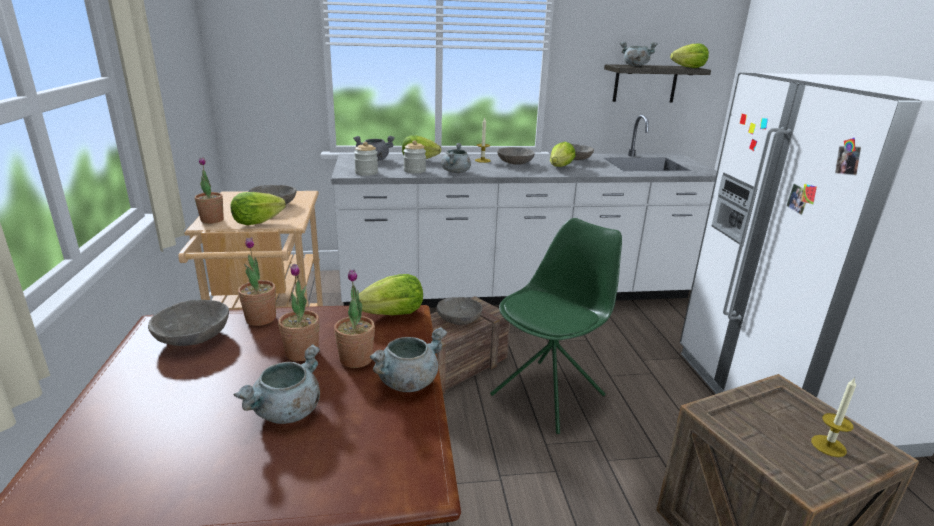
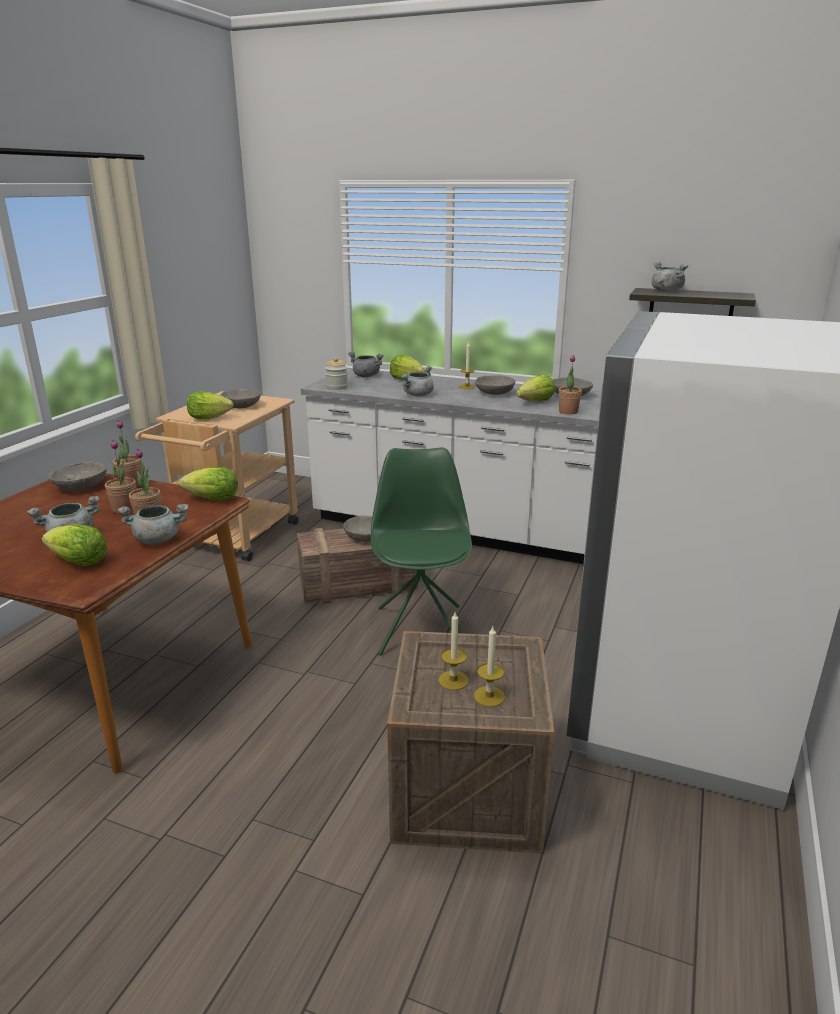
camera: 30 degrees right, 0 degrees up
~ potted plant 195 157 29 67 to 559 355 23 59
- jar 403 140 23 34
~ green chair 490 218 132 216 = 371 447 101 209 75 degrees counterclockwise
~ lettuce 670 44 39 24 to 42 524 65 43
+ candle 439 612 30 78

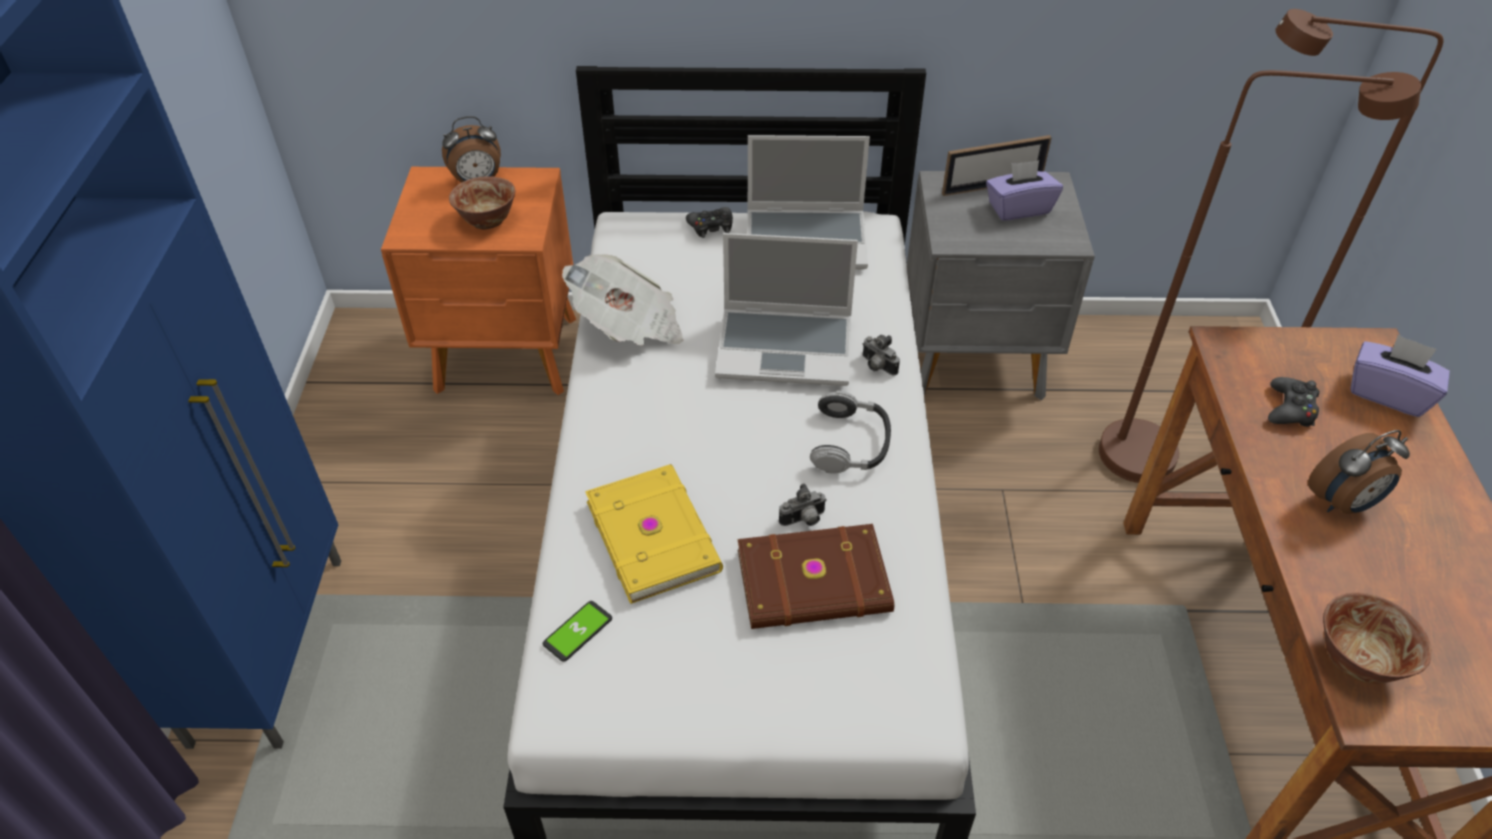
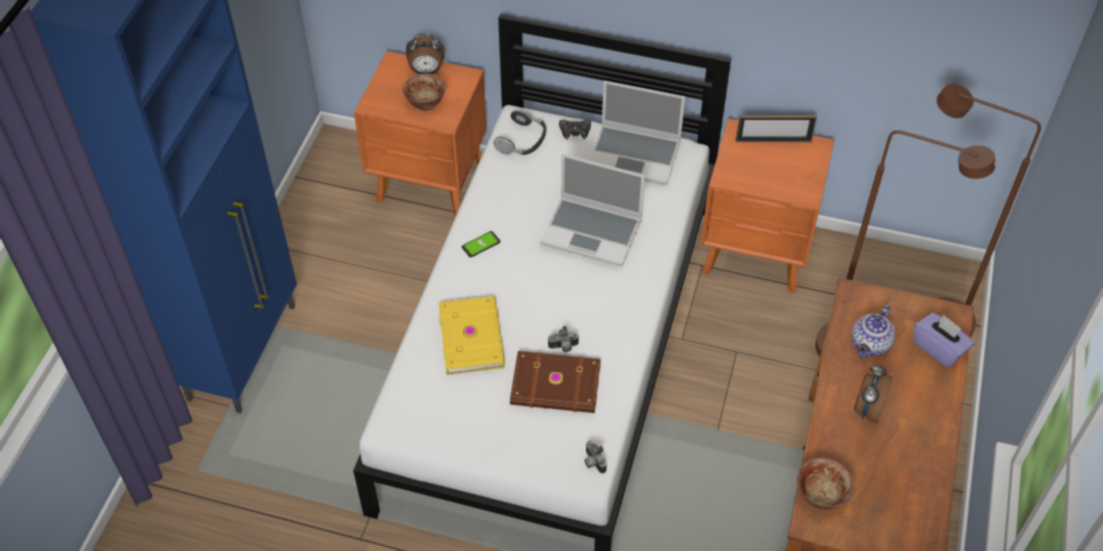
camera: 15 degrees right, 5 degrees up
~ phone 543 601 69 61 to 462 231 39 26
- newspaper 562 254 121 92
~ headphones 810 390 81 84 to 493 109 53 46
~ photo camera 863 335 37 41 to 584 441 23 33
~ grey nightstand 907 171 188 229 to orange nightstand 701 119 133 174
- purple tissue box 986 160 77 61
~ black game controller 1268 377 52 50 to teapot 852 305 43 53
~ alarm clock 1308 430 102 84 = 854 363 39 61 120 degrees clockwise

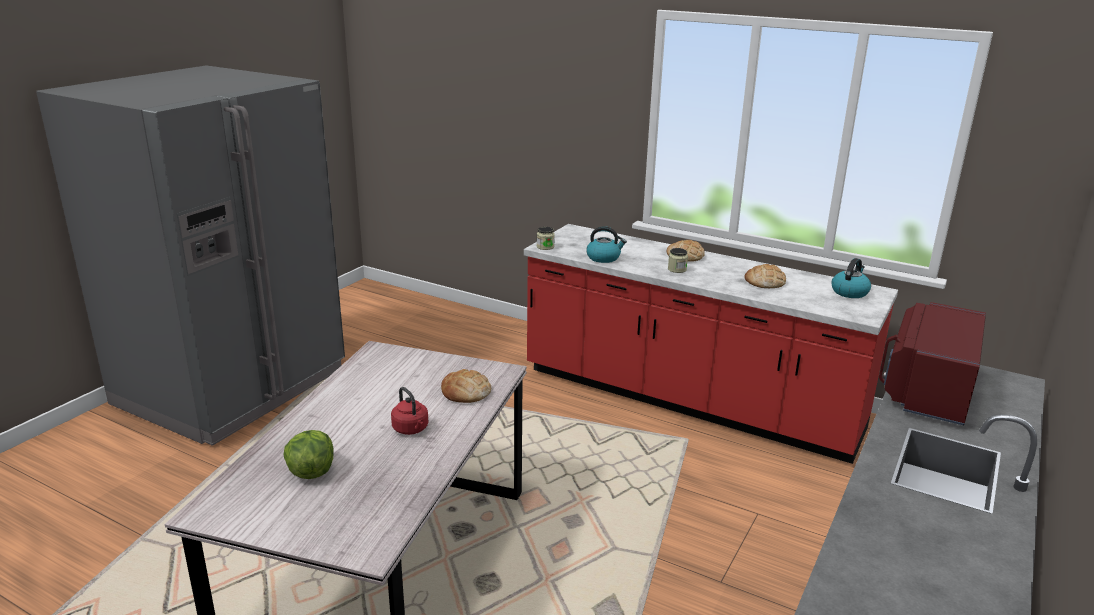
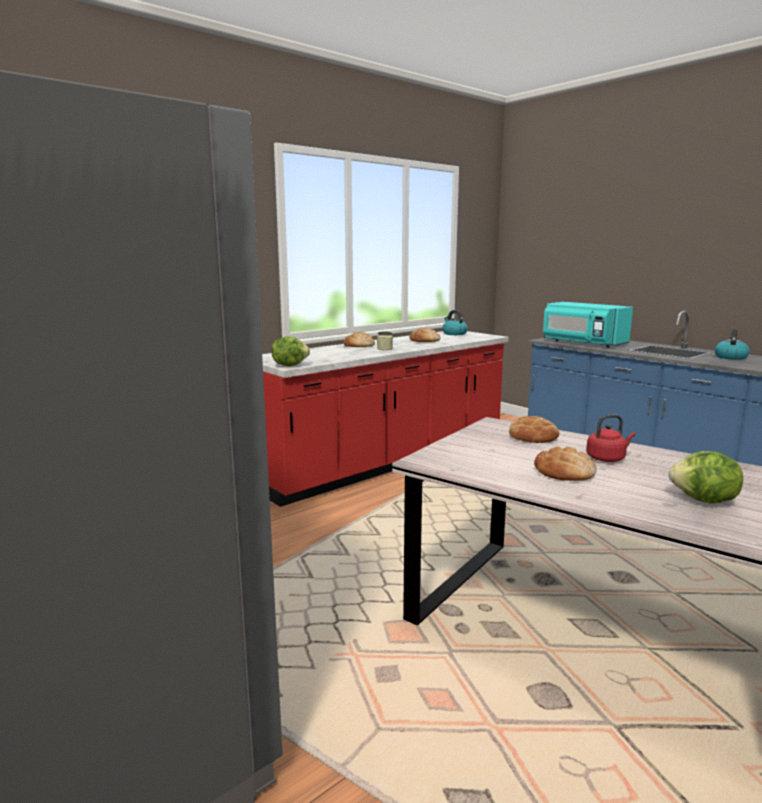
camera: 70 degrees left, 10 degrees down
~ jar 537 227 18 23 to lettuce 272 337 38 29
~ kettle 586 226 41 37 to 714 329 36 31
~ red microwave 879 302 107 123 to turquoise microwave 543 302 90 46
+ bread 534 446 63 35

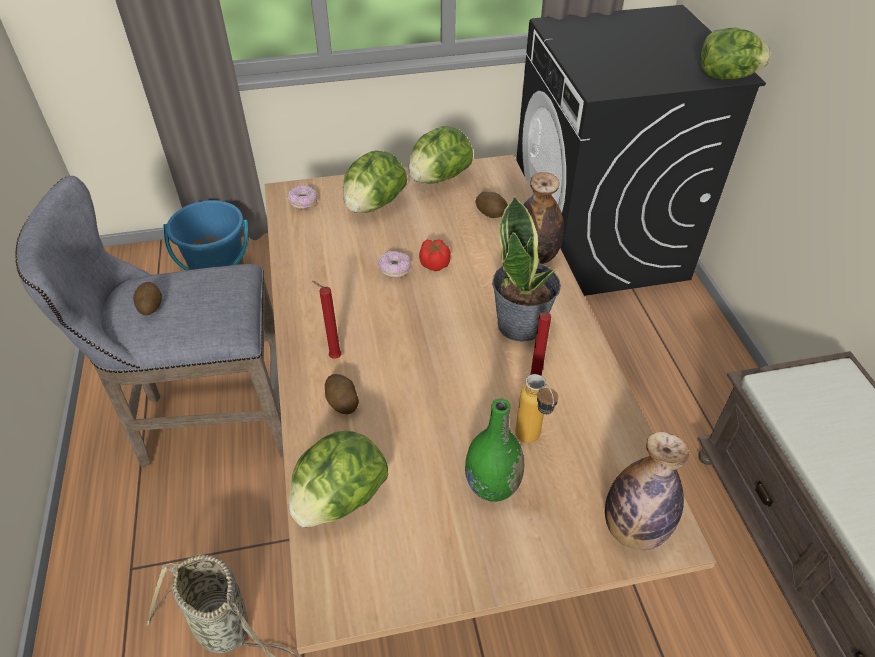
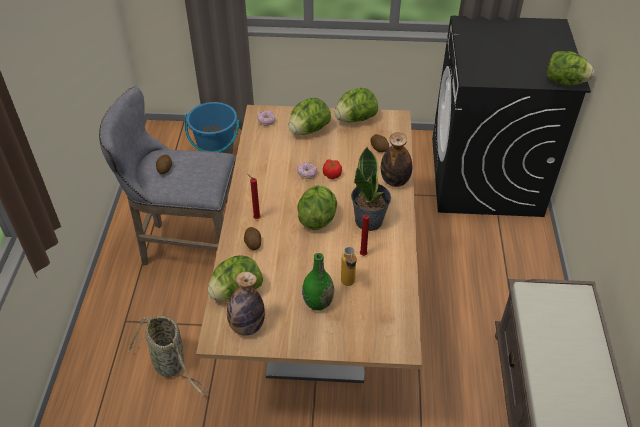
camera: 15 degrees right, 0 degrees up
~ bottle 605 432 84 118 to 227 272 38 64
+ lettuce 298 185 39 45

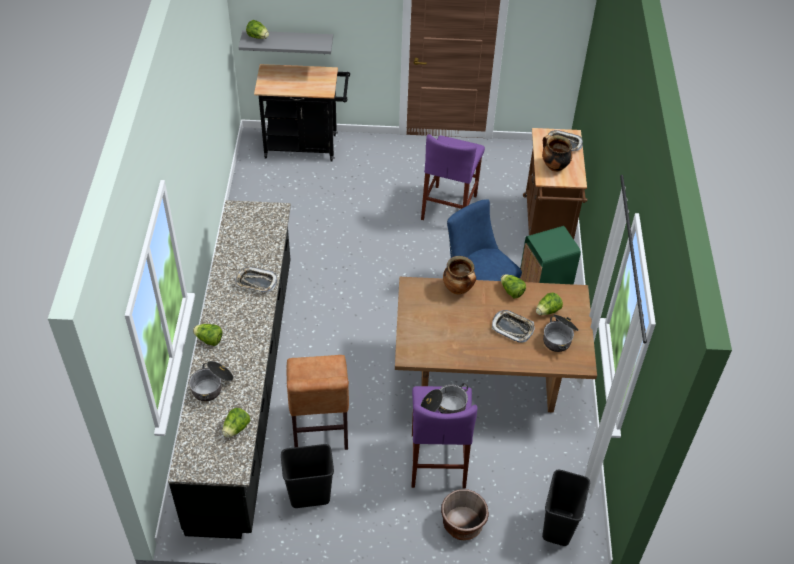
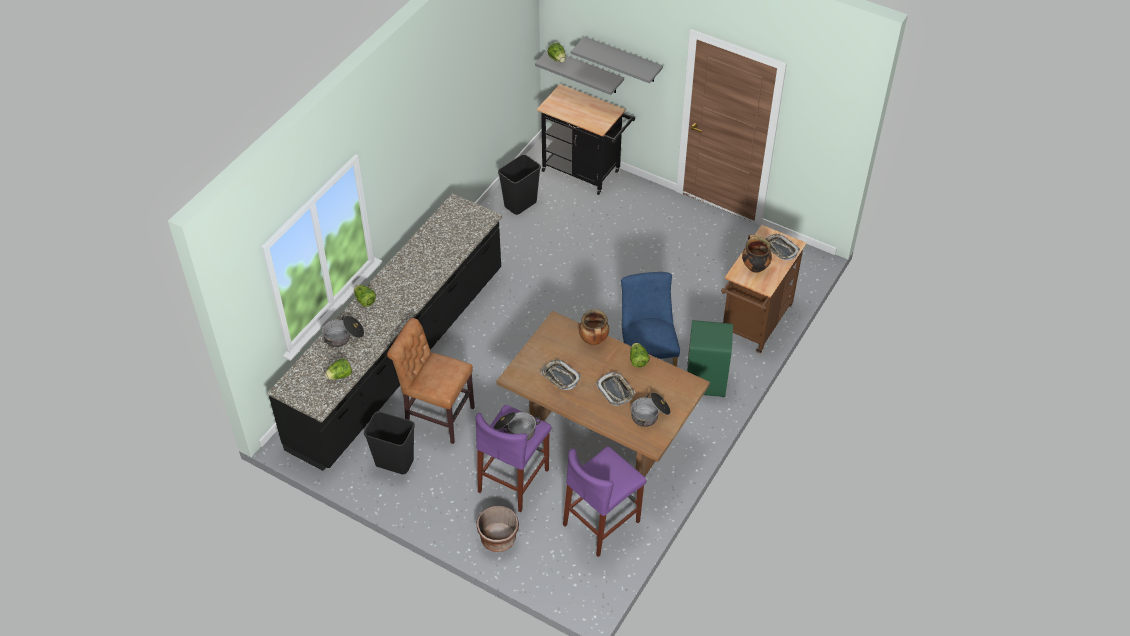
camera: 30 degrees right, 0 degrees up
~ tray 235 267 42 25 to 541 360 40 30
~ brown chair 286 355 63 95 = 387 318 88 126 90 degrees clockwise
~ purple stool 421 134 64 86 to 563 446 84 111
- lettuce 536 292 27 23
~ black trash can 542 470 48 76 to 498 154 43 61
+ grey shelf 571 36 92 48

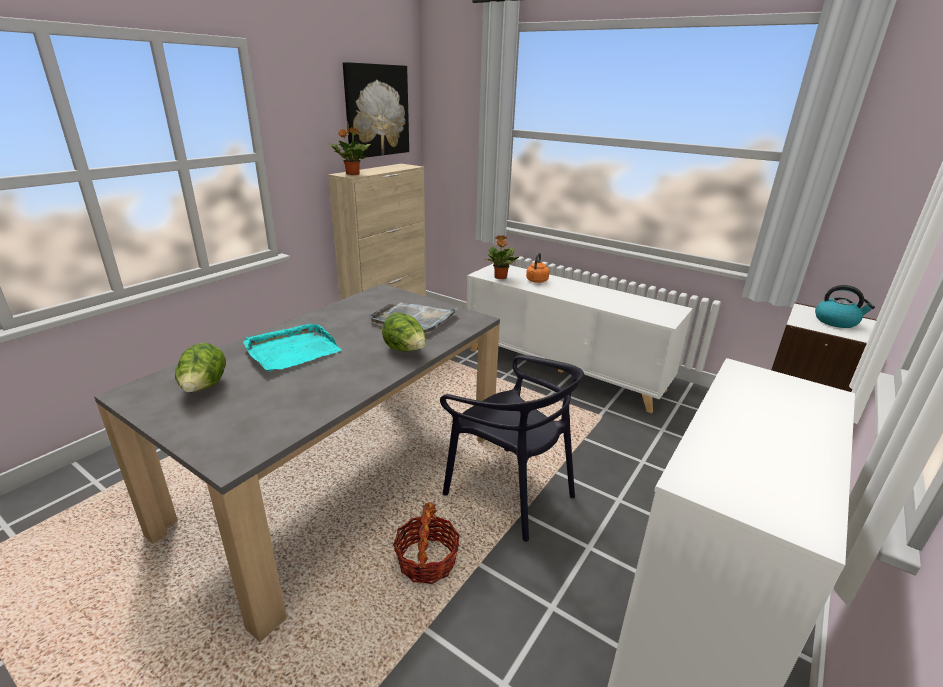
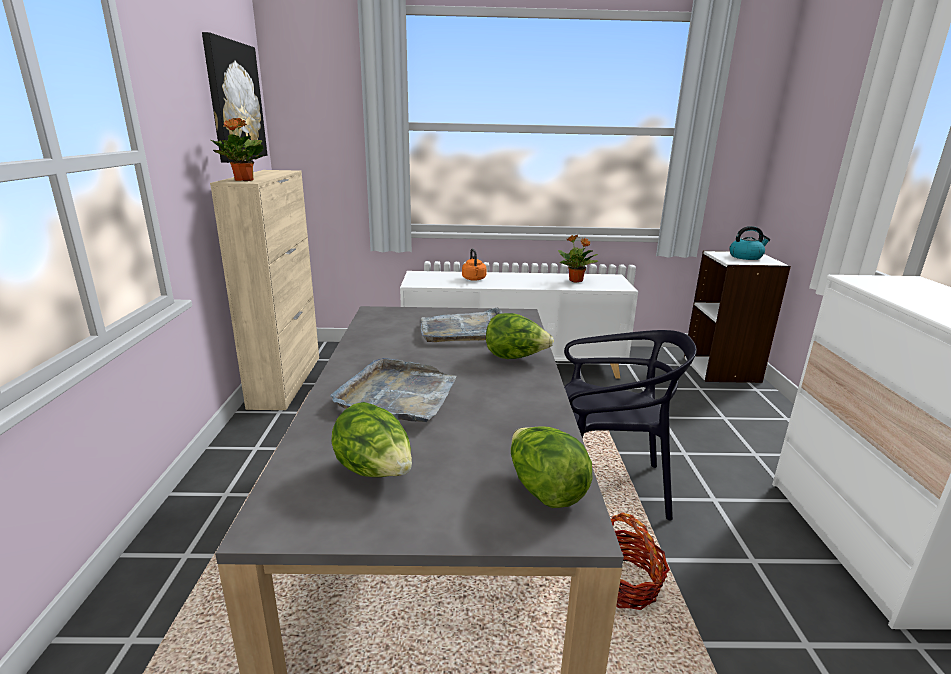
camera: 35 degrees left, 5 degrees down
~ turquoise tray 243 323 98 48 to grey tray 330 358 127 64
~ potted plant 485 235 35 44 to 558 235 40 48
+ lettuce 511 426 82 82

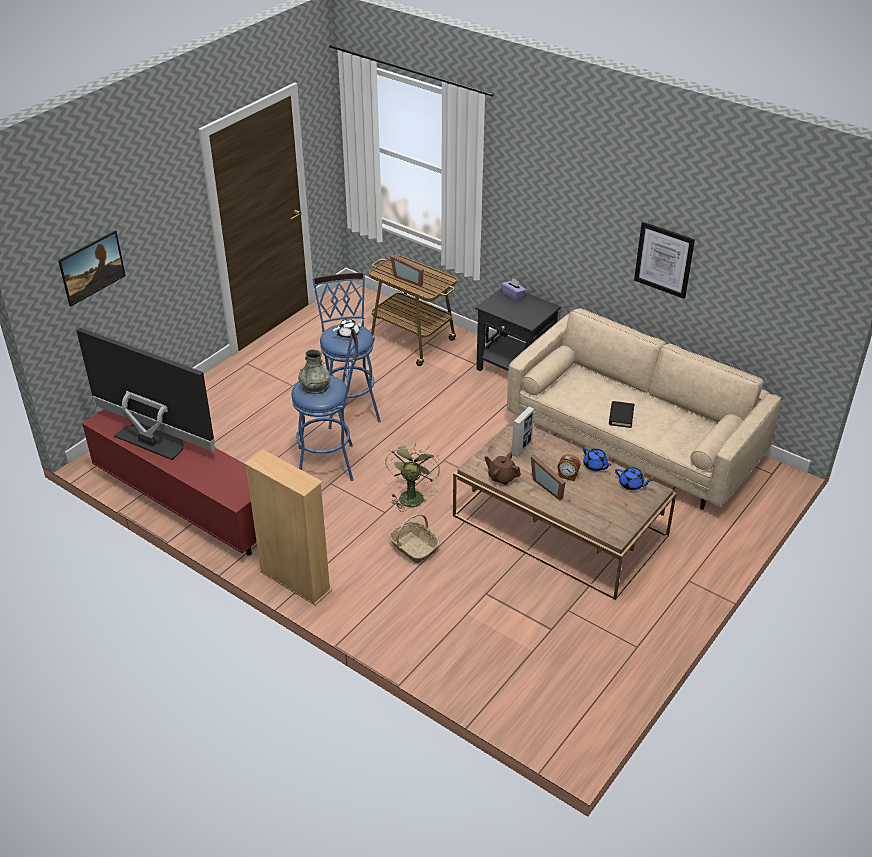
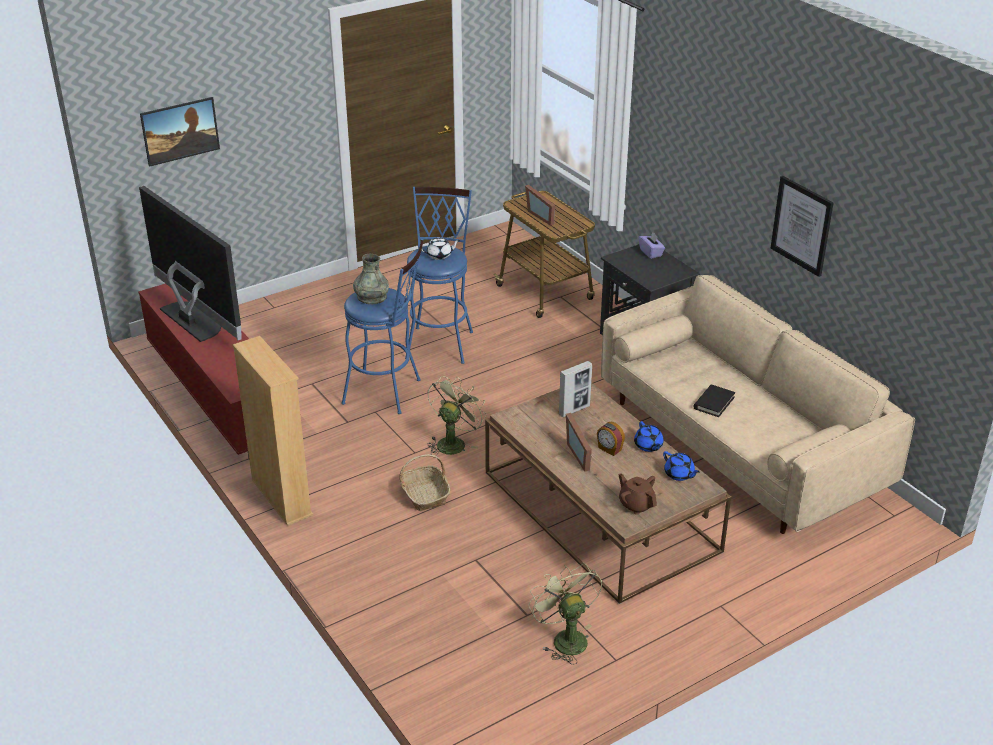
camera: 20 degrees right, 5 degrees down
~ brown teapot 484 452 37 33 to 619 473 38 42
+ green fan 528 563 74 102

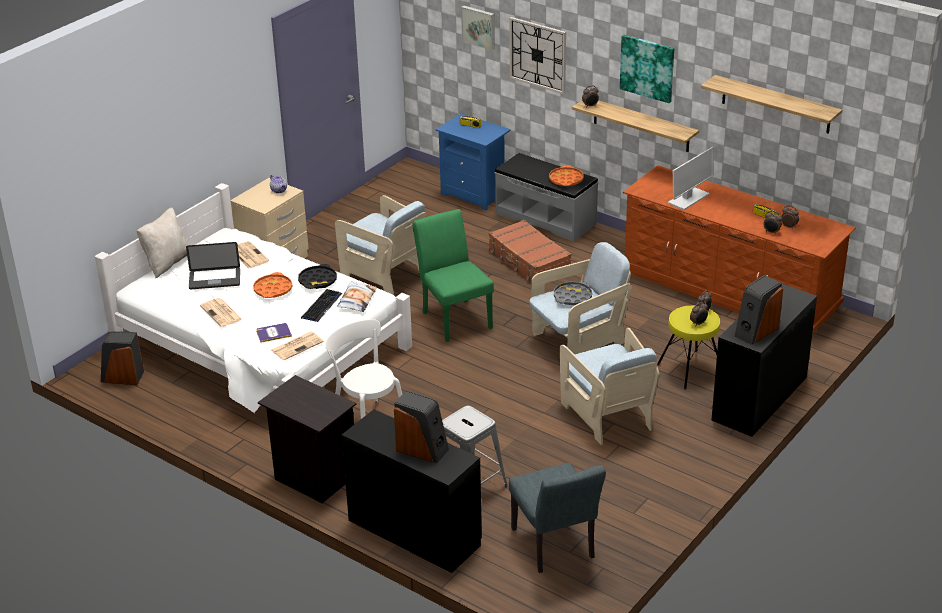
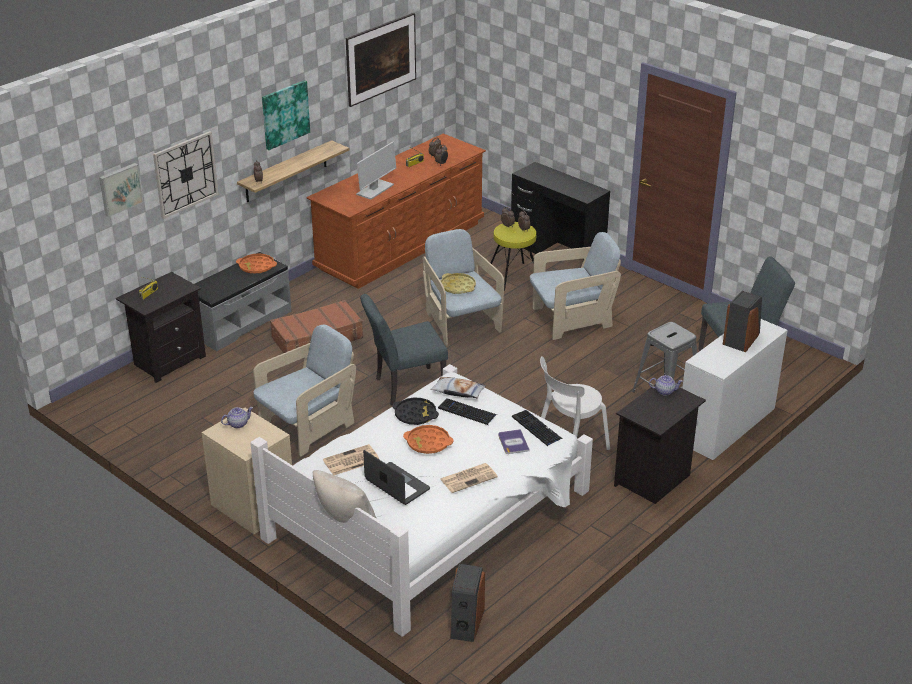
camera: 85 degrees left, 0 degrees up
~ laptop 186 242 54 47 = 363 450 67 55 45 degrees counterclockwise
~ newspaper 271 331 53 29 to keyboard 512 410 51 36
~ black desk 341 409 141 164 to white desk 682 319 106 141
~ green chair 412 209 82 133 to grey chair 360 294 88 111
~ blue nightstand 436 114 75 96 to black nightstand 116 272 90 111
~ grey tray 554 282 38 23 to yellow tray 441 273 35 21
~ monitor 668 147 46 63 = 356 142 40 58 75 degrees clockwise
~ shelf 701 75 141 59 to picture 346 13 70 94
- speaker 734 275 49 70
+ teapot 649 375 34 21

